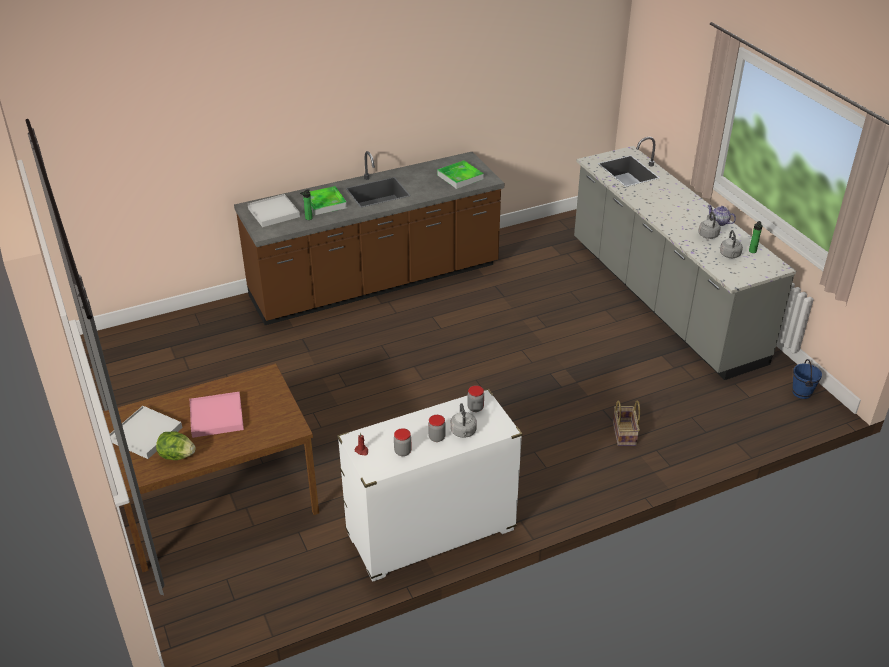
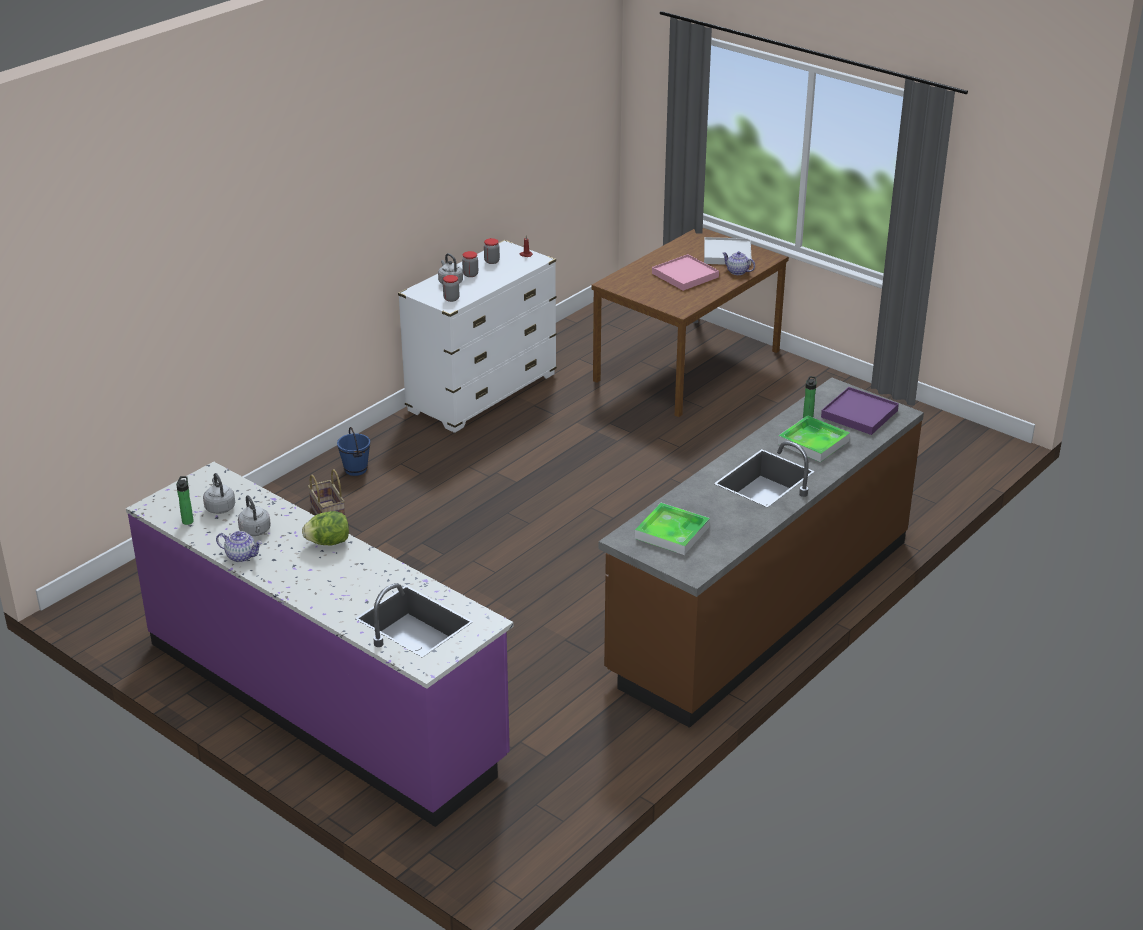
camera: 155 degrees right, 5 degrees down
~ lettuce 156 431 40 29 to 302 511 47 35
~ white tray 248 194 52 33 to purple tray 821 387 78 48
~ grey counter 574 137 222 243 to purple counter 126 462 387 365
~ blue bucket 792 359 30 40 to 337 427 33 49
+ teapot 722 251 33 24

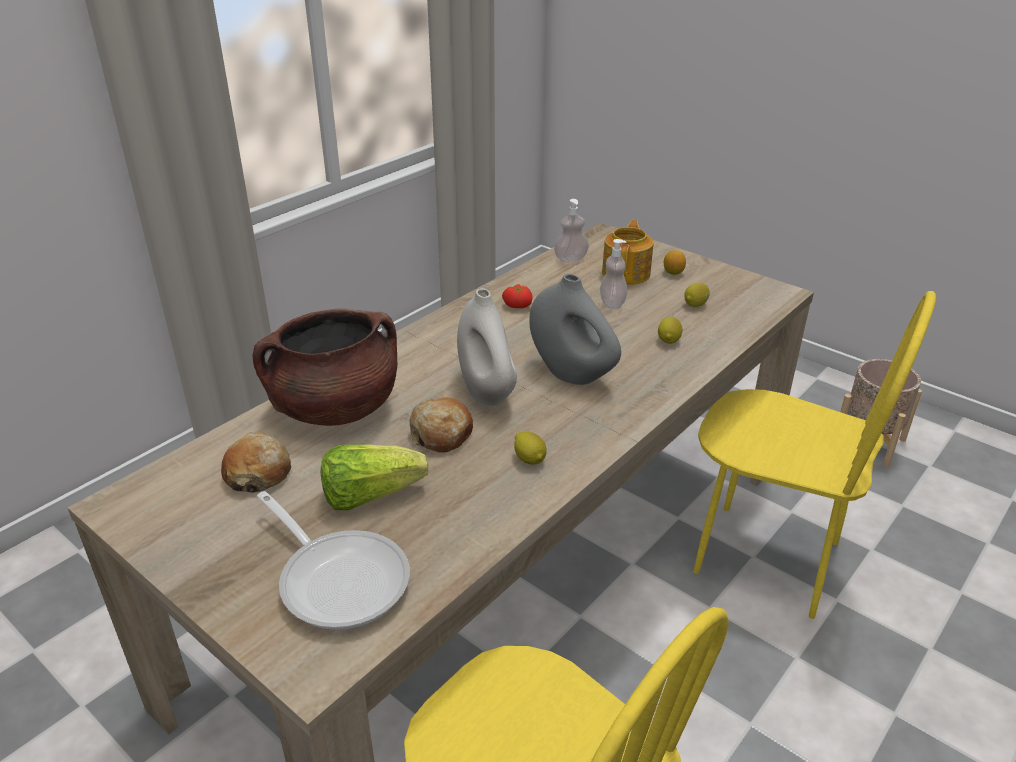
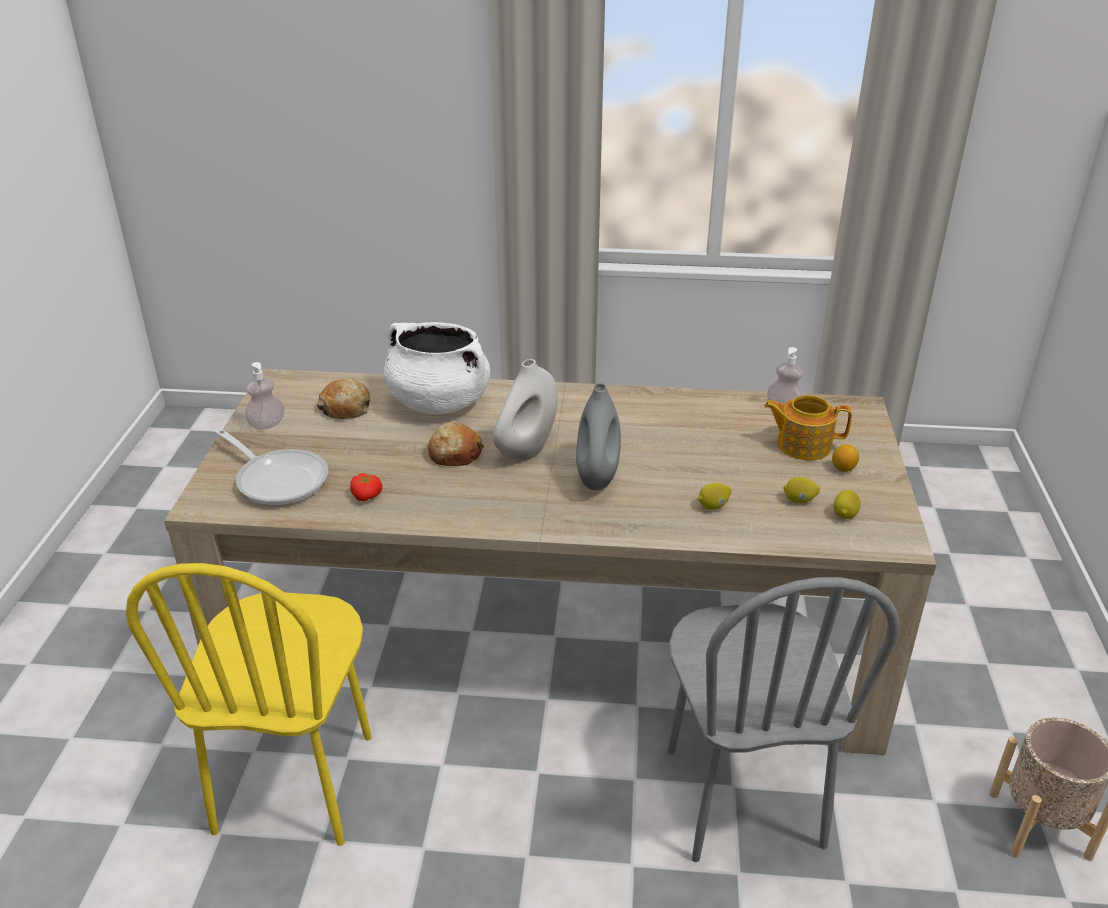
camera: 55 degrees right, 0 degrees up
~ brown cooking pot 253 308 144 118 to white cooking pot 384 322 106 92
~ frying pan 257 491 153 139 = 214 428 114 78 60 degrees counterclockwise
- lettuce 321 444 107 66
~ tomato 502 284 31 24 to 350 473 32 28
~ lemon 514 432 33 33 to 834 490 27 29
~ soap dispenser 600 239 27 70 to 245 362 39 68
~ teapot 602 220 52 65 = 764 395 88 66 150 degrees counterclockwise
~ yellow chair 693 291 243 328 to grey chair 668 577 232 285

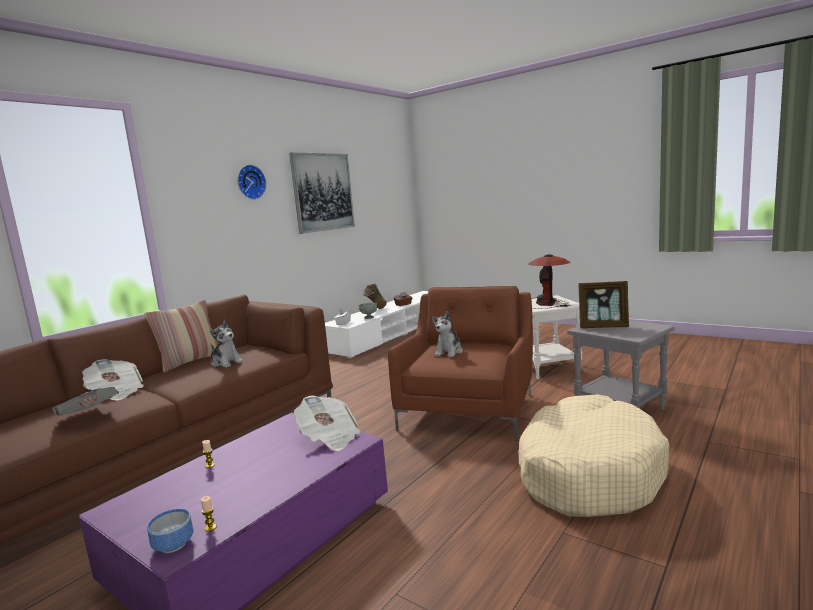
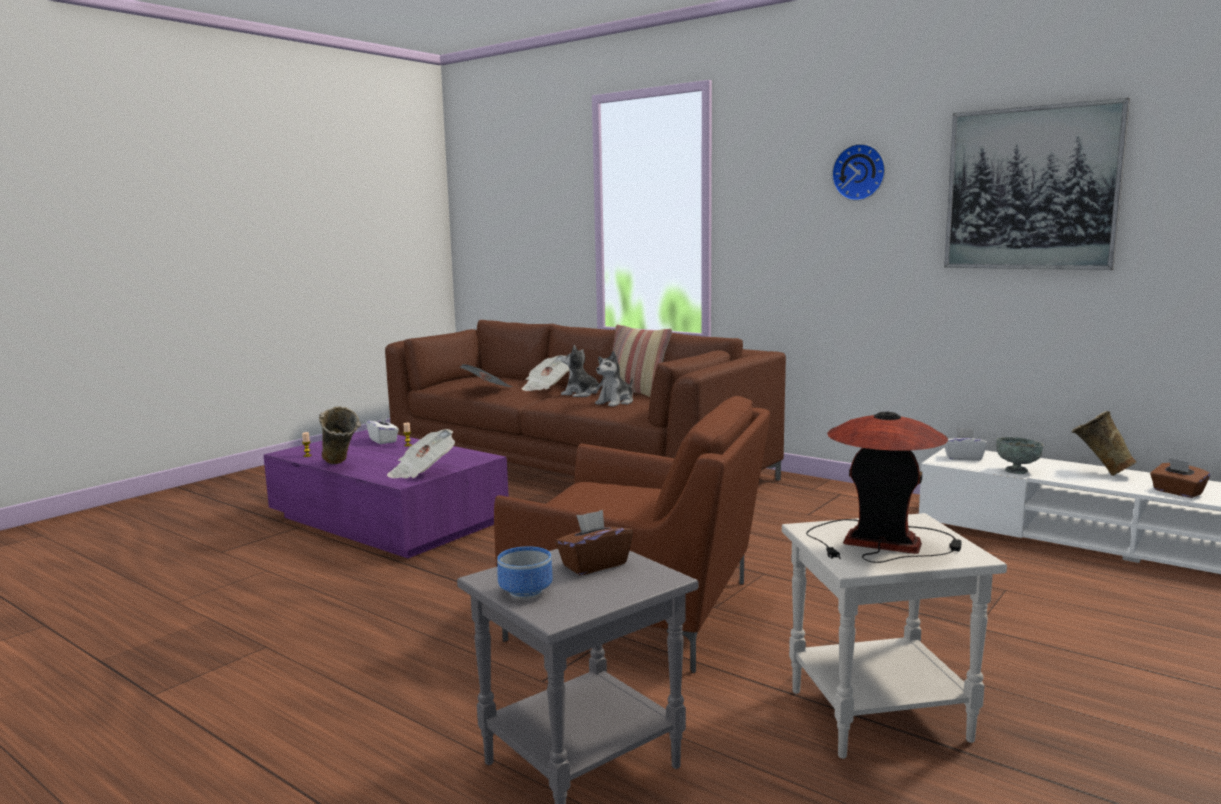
camera: 90 degrees right, 0 degrees up
~ bowl 147 509 46 44 to 497 546 56 53
~ plush toy 432 311 31 46 to 561 345 43 52
- beige dog bed 519 394 150 123
~ picture frame 578 281 51 47 to brown tissue box 555 510 78 65
+ beige vase 319 406 42 58
+ white tissue box 366 413 33 31

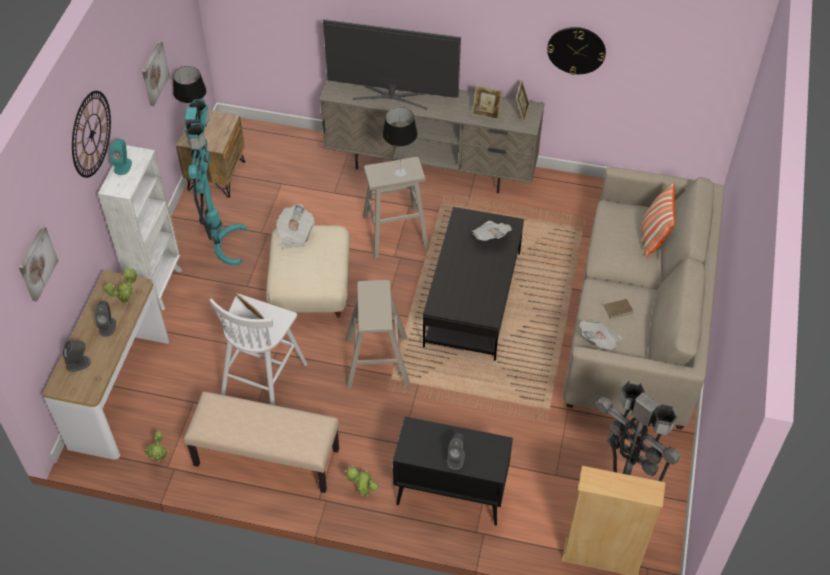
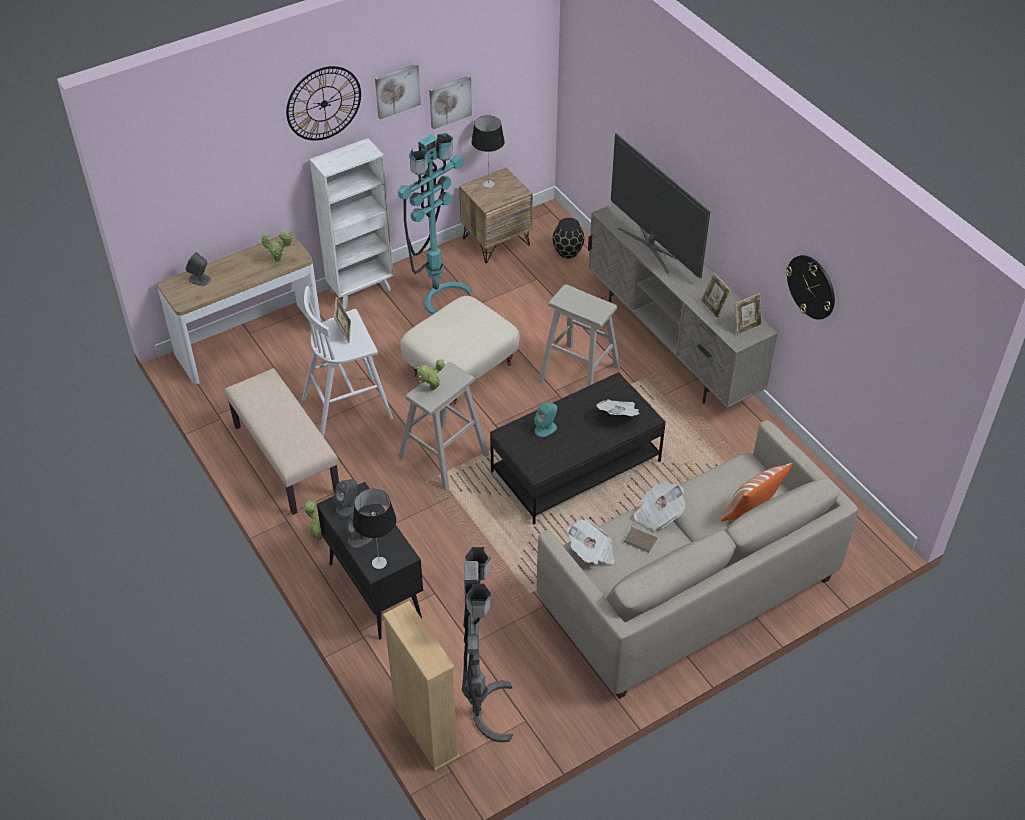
camera: 45 degrees right, 5 degrees down
~ picture 19 226 40 75 to 375 63 46 56
~ grey speaker 94 301 22 36 to 334 479 24 38
~ turquoise speaker 110 139 22 36 to 534 403 23 34
~ potted plant 145 431 23 31 to 417 359 28 32
~ newspaper 276 204 39 45 to 633 481 53 50
~ table lamp 383 107 34 70 to 352 489 44 80
+ black vase 553 218 31 41

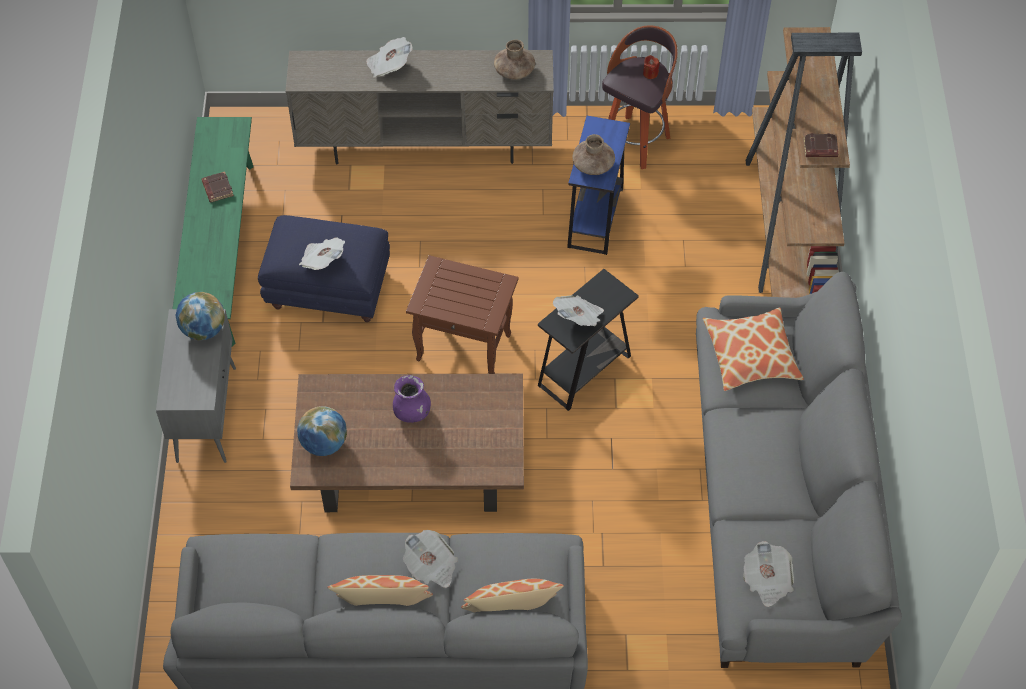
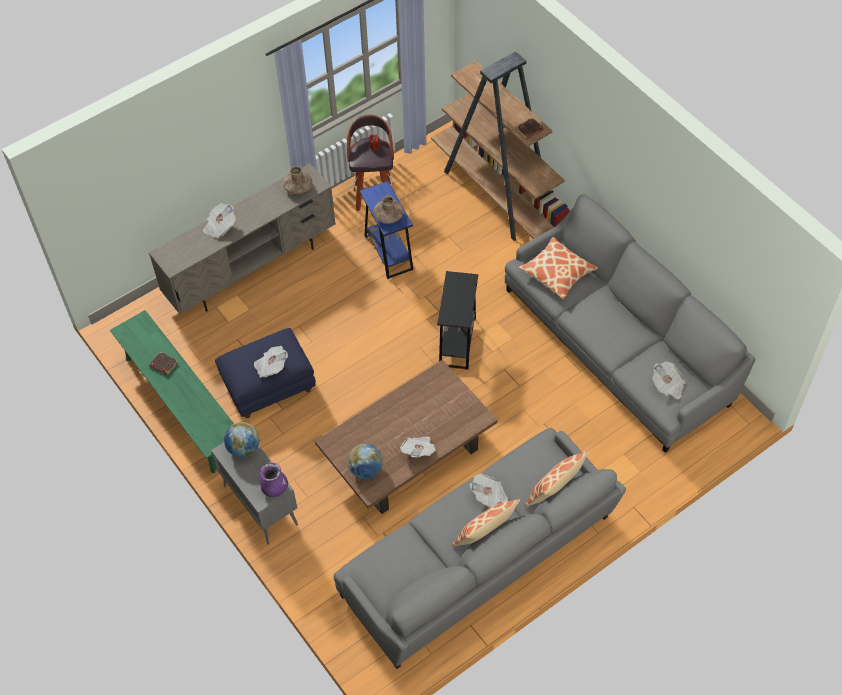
camera: 35 degrees left, 0 degrees up
~ purple vase 393 375 38 48 to 259 463 29 34
- brown side table 406 255 113 119
~ newspaper 553 295 51 31 to 400 436 36 21

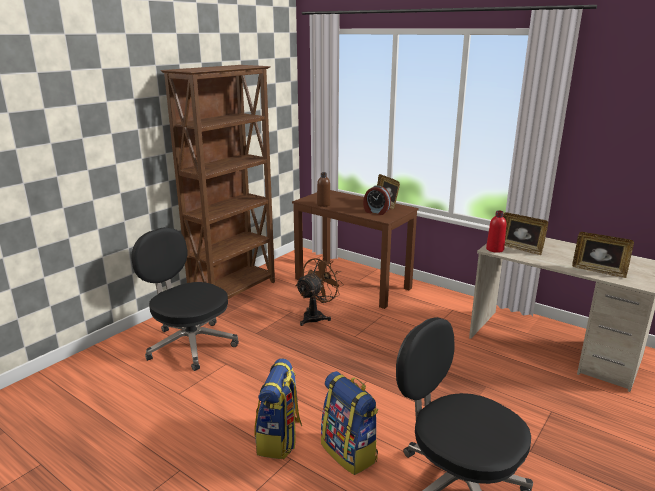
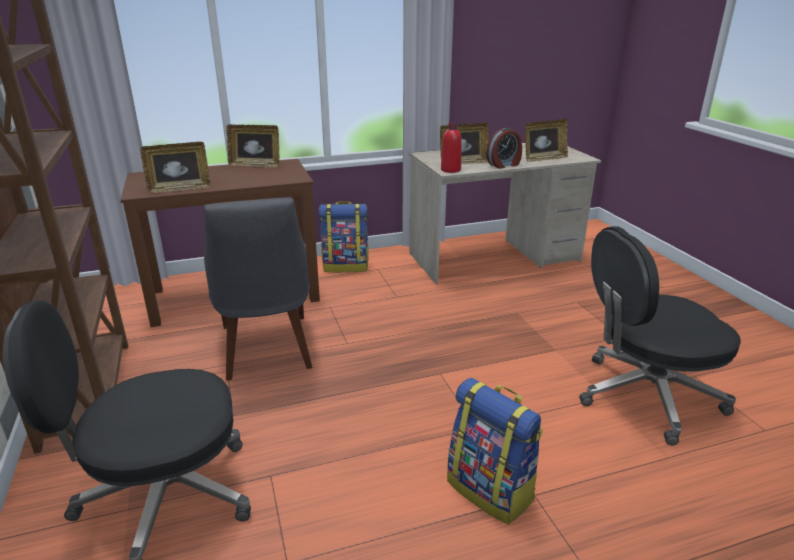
camera: 55 degrees left, 5 degrees up
~ brown fan 295 256 49 70 to grey chair 203 198 109 183
~ brown bottle 317 172 14 35 to picture frame 140 142 71 51
~ backpack 321 371 57 104 to 319 201 50 71
~ alarm clock 363 185 28 30 to 486 128 36 41

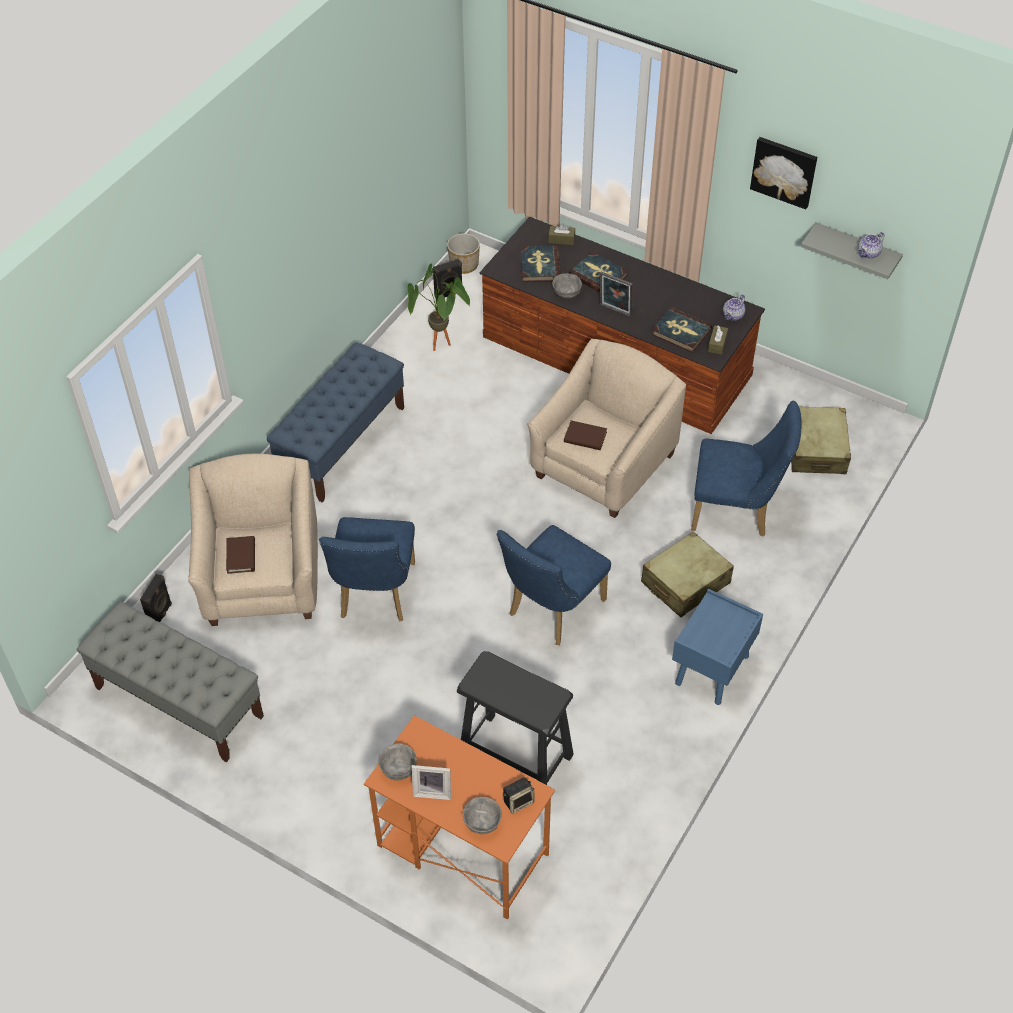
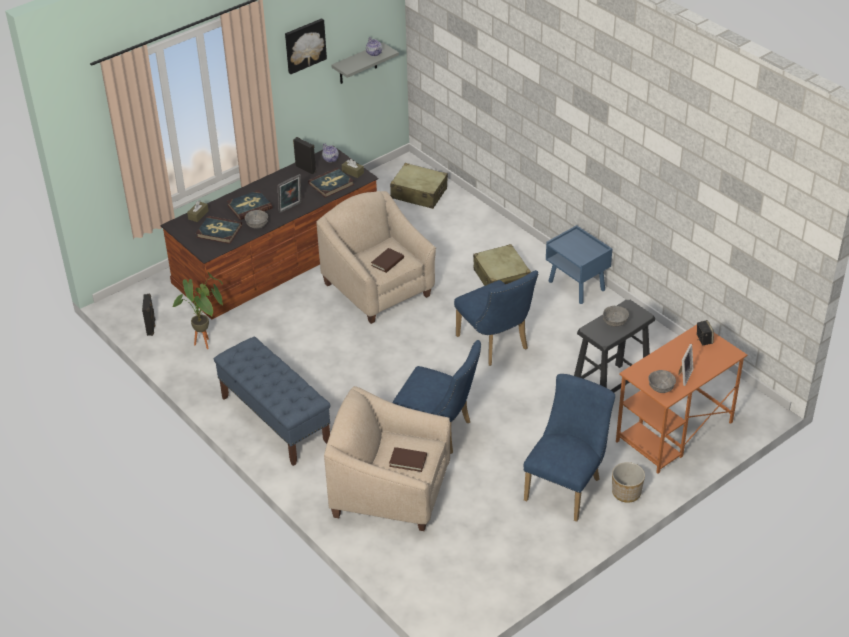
camera: 70 degrees left, 10 degrees down
- grey bench 77 601 187 161
~ black speaker 140 574 32 48 to 293 137 23 37
~ planter 447 233 33 41 to 612 462 33 41
~ grey bowl 463 797 39 37 to 603 306 26 21
~ blue chair 691 401 111 136 to 523 374 92 148

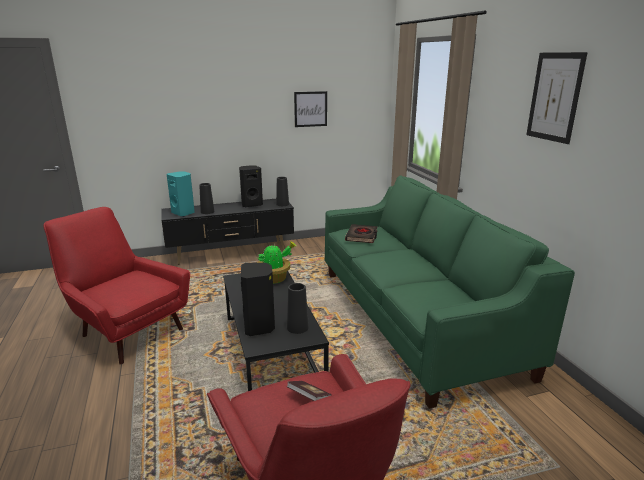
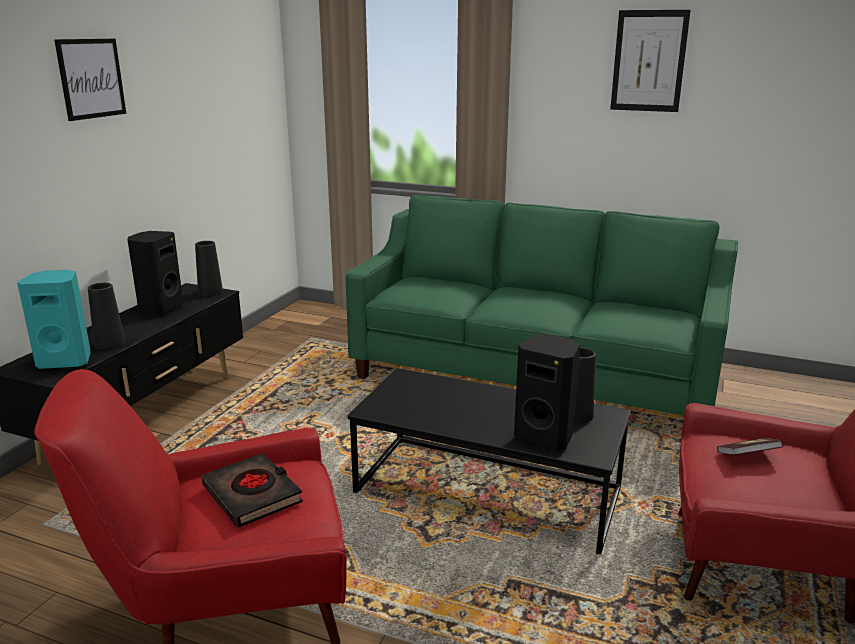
camera: 50 degrees left, 0 degrees up
- potted plant 257 241 39 43
~ picture 294 91 33 36 to 54 39 72 82
~ black book 345 224 33 19 to 202 453 101 75

